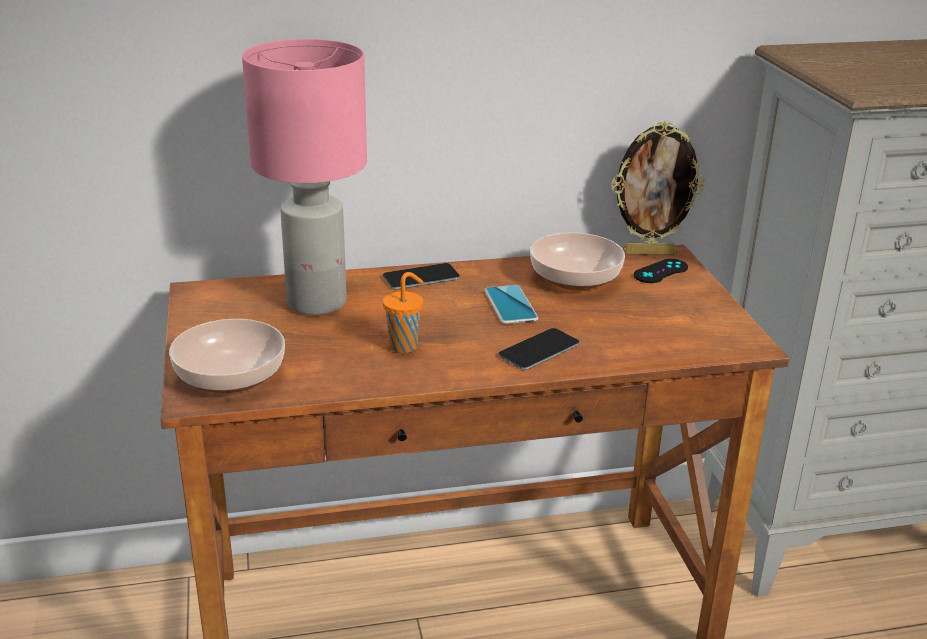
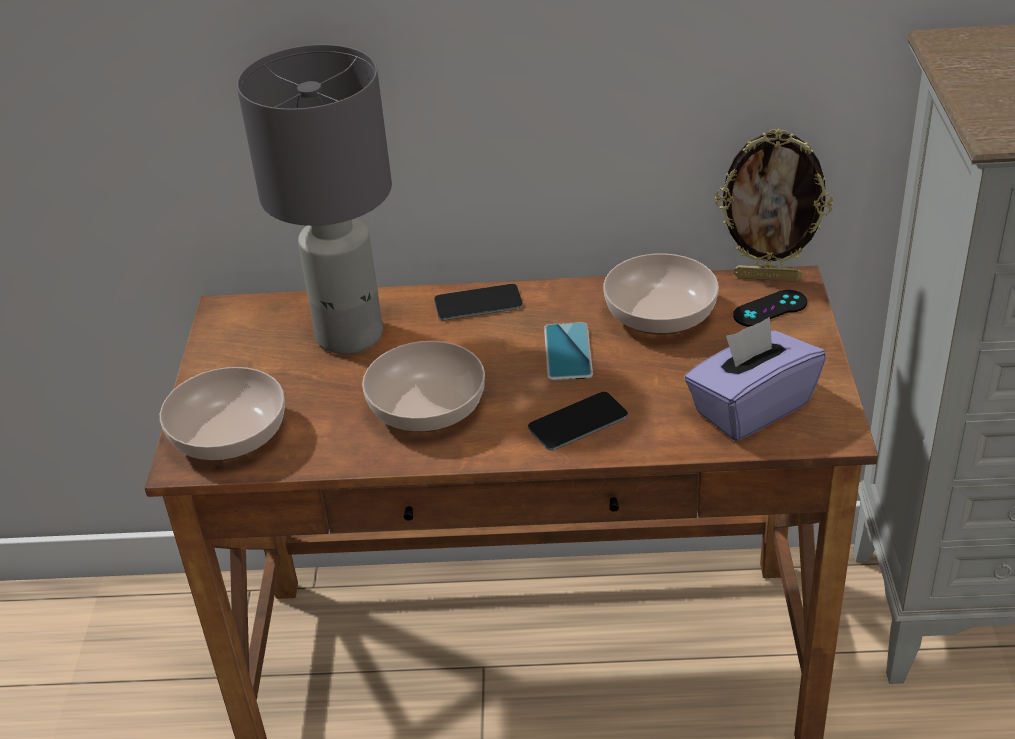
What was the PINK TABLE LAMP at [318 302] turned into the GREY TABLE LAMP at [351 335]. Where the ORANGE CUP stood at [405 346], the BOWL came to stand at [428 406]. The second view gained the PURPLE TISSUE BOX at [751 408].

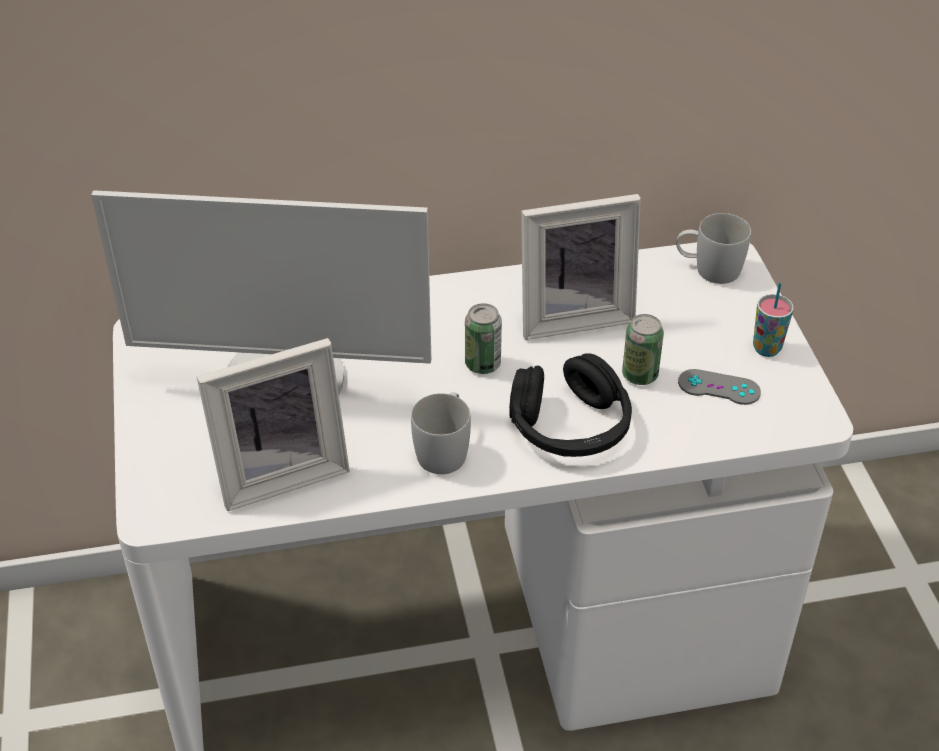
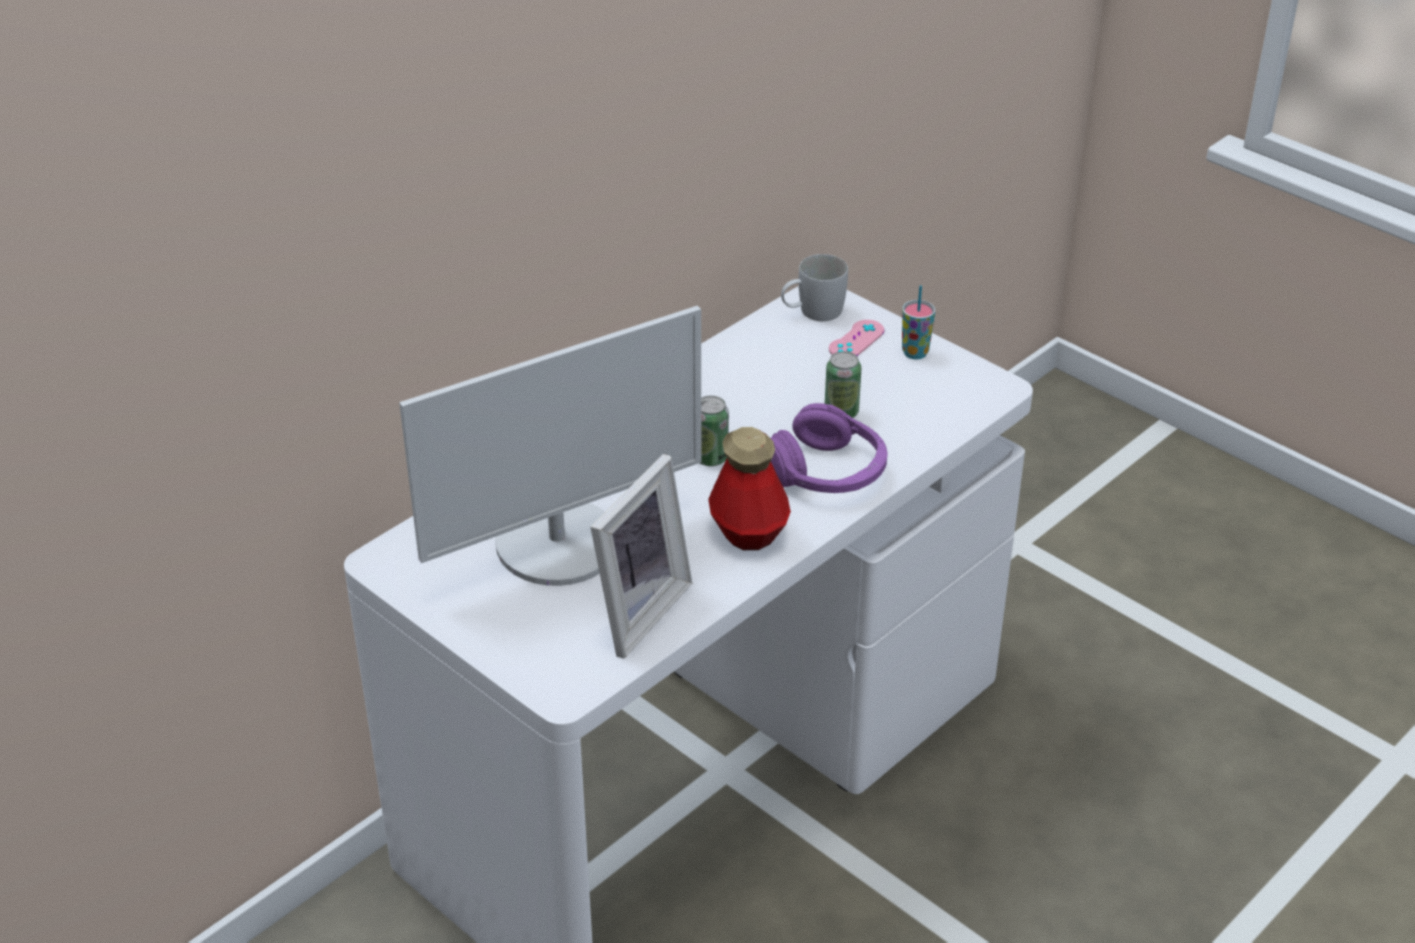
Where the WHITE MUG stood at [444 449], the BOTTLE came to stand at [748 532]. What was the BLACK HEADPHONES at [570 426] turned into the PURPLE HEADPHONES at [828 472]. The second view gained the PINK GAME CONTROLLER at [856 340]. The second view lost the PICTURE FRAME at [573 315]. The second view lost the GREY GAME CONTROLLER at [719 387].

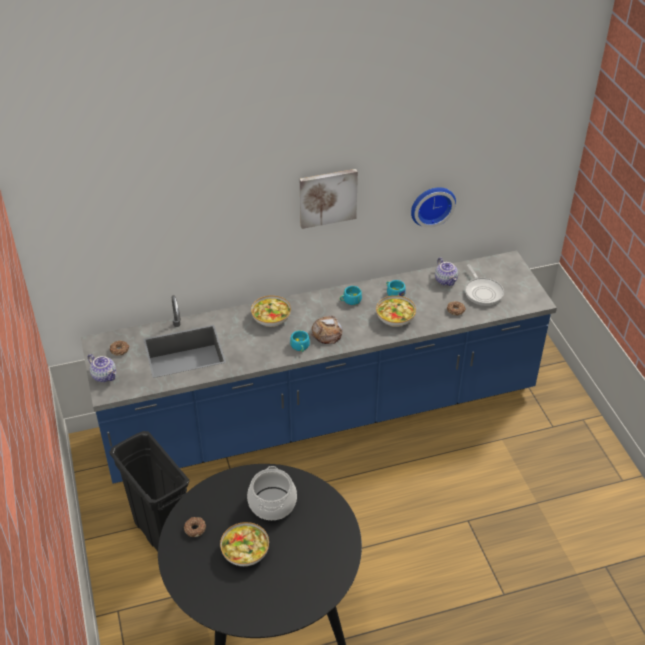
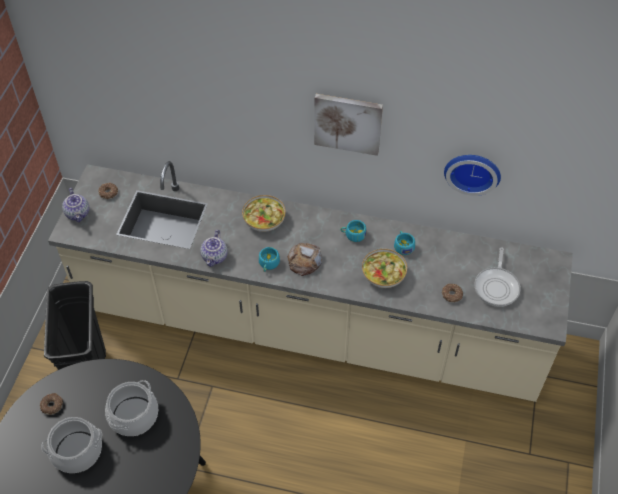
Where the BOWL stood at [245 550], the COOKING POT came to stand at [77 451]. What was the BLUE COUNTER at [322 415] turned into the BEIGE COUNTER at [309 327]. The TEAPOT ended up elsewhere, having gone from [446 280] to [215 257].

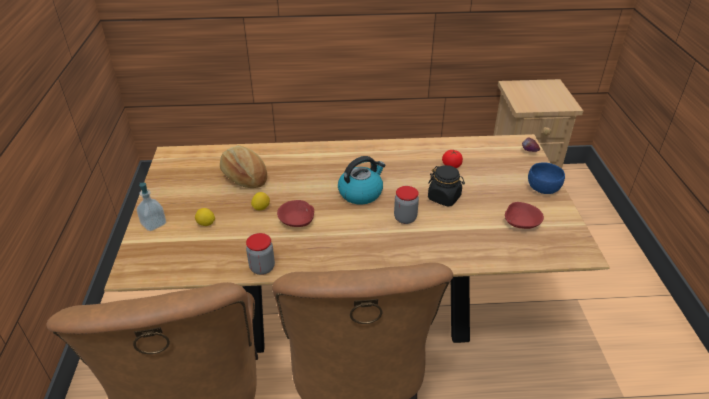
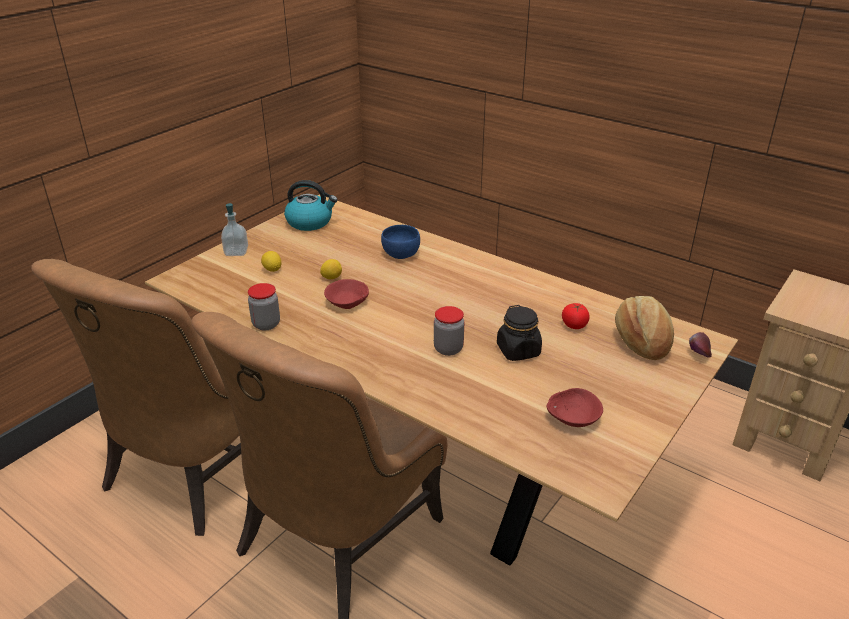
The KETTLE ended up elsewhere, having gone from [361 193] to [310 222]. The BLUE BOWL ended up elsewhere, having gone from [543 188] to [401 254]. The BREAD ended up elsewhere, having gone from [244 177] to [642 340].

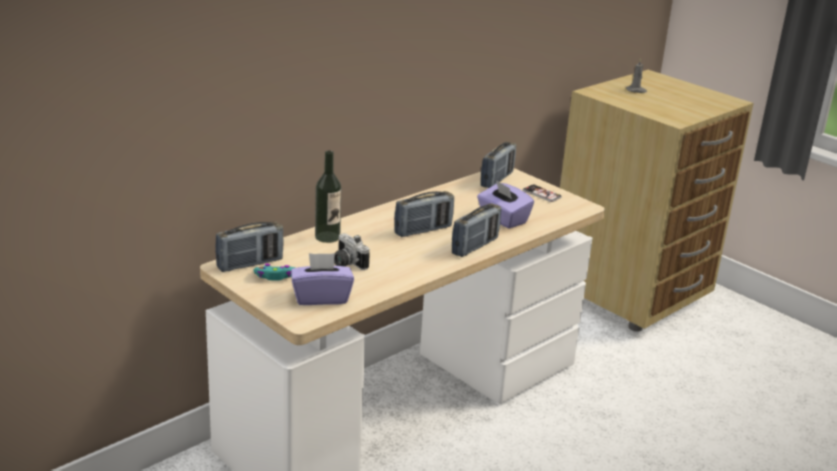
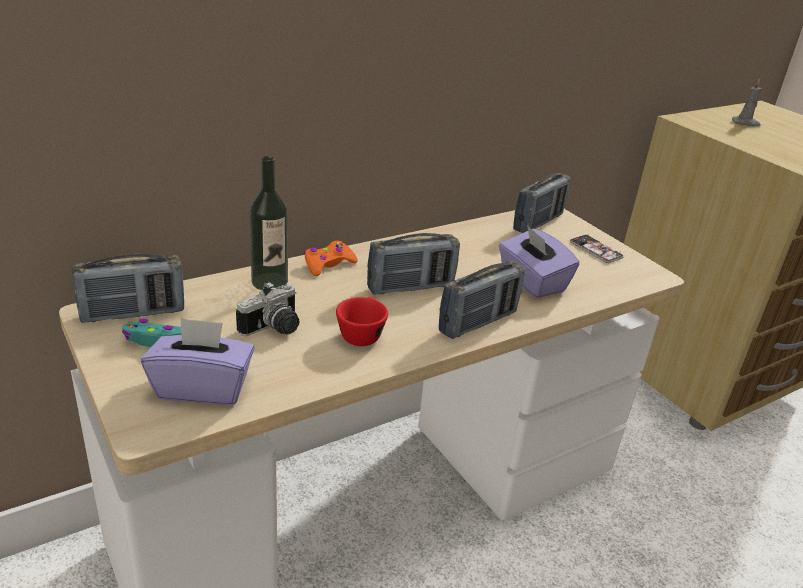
The PHOTO CAMERA at [346 263] ended up facing another way, 105 degrees counterclockwise from before. The second view gained the ORANGE GAME CONTROLLER at [328 264]. The second view gained the RED CUP at [361 333].

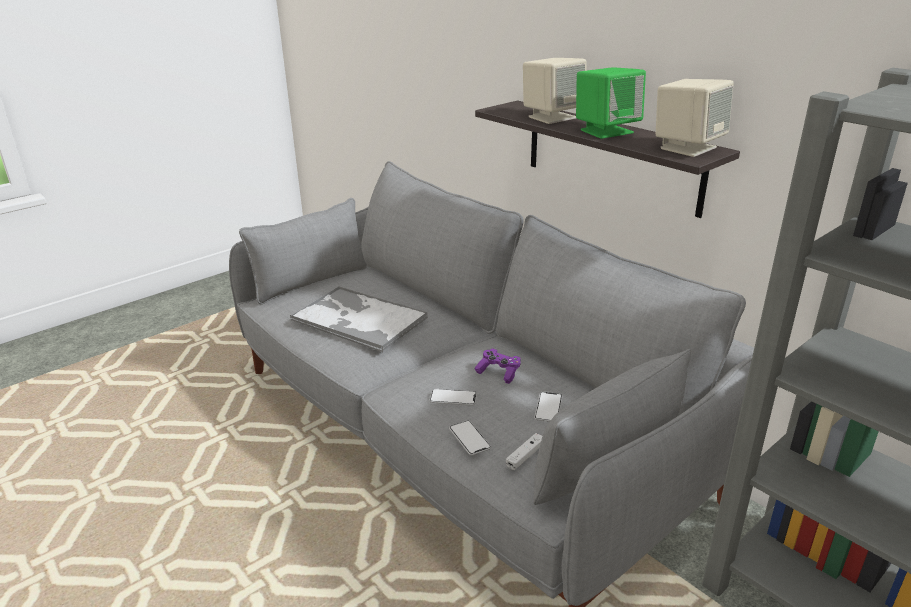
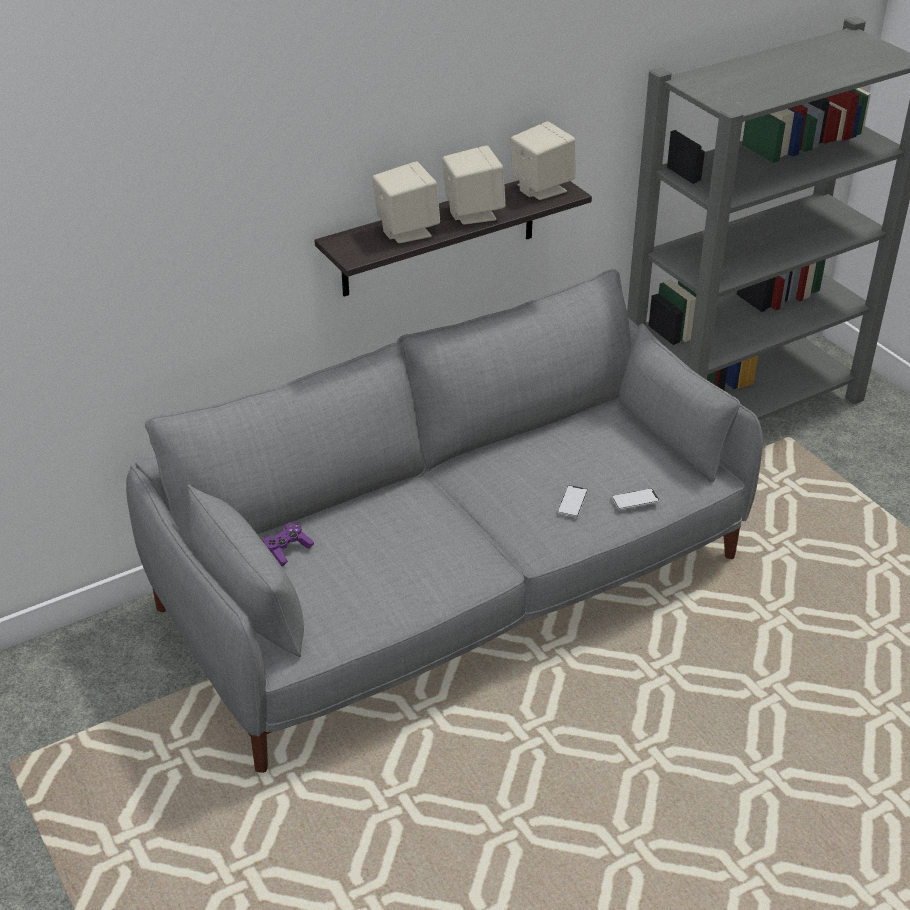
The PURPLE GAME CONTROLLER ended up elsewhere, having gone from [498 372] to [287 550]. What was the GREEN SPEAKER at [606 131] turned into the BEIGE SPEAKER at [472 213]. The second view lost the TRAY at [358 319]. The second view lost the WHITE GAME CONTROLLER at [525 456]. The second view lost the PHONE at [548 408].

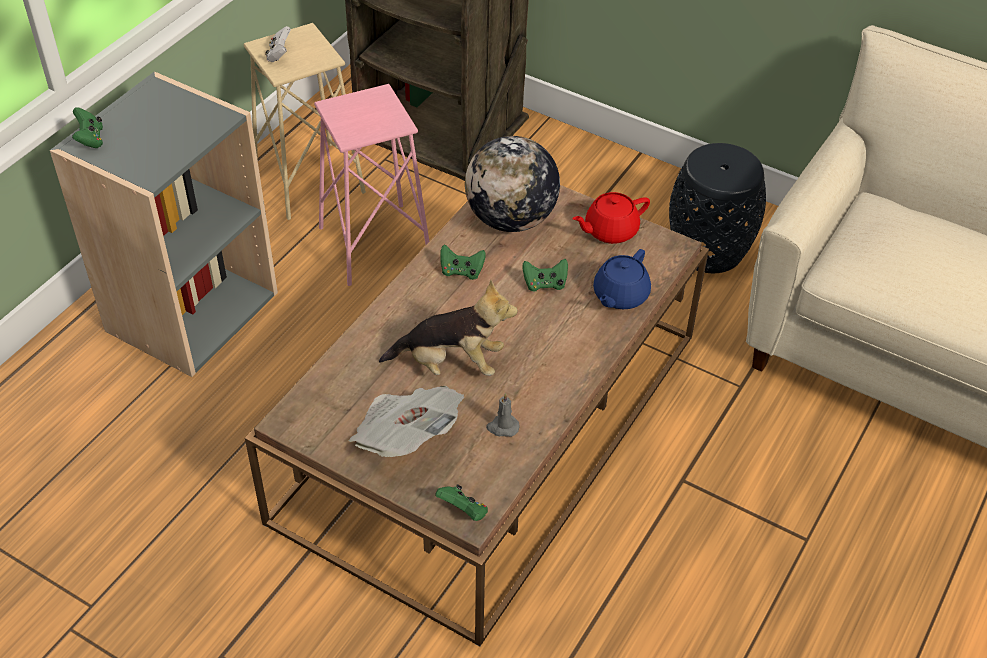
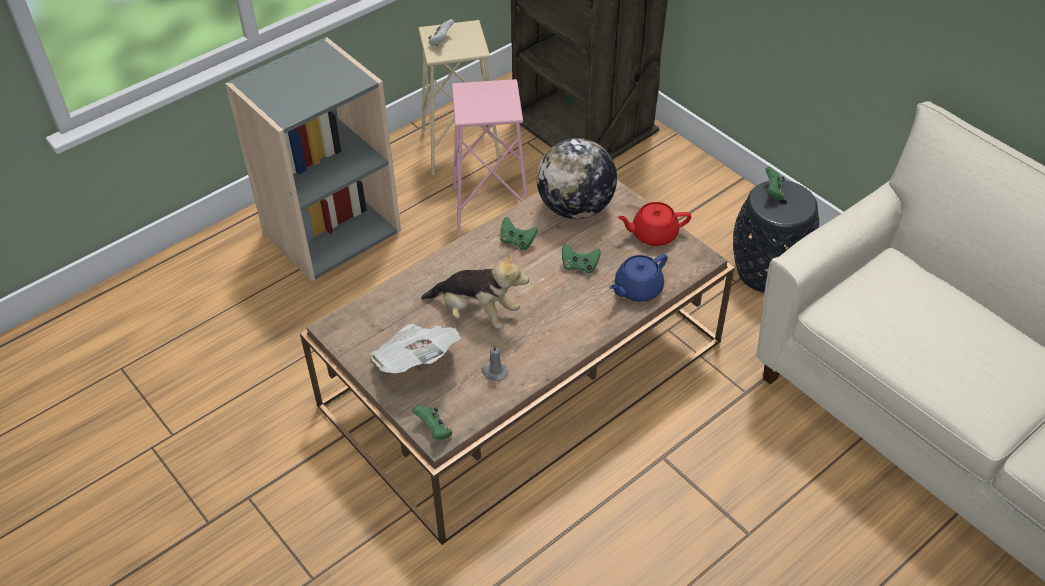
The GREEN GAME CONTROLLER ended up elsewhere, having gone from [90 139] to [773 192].

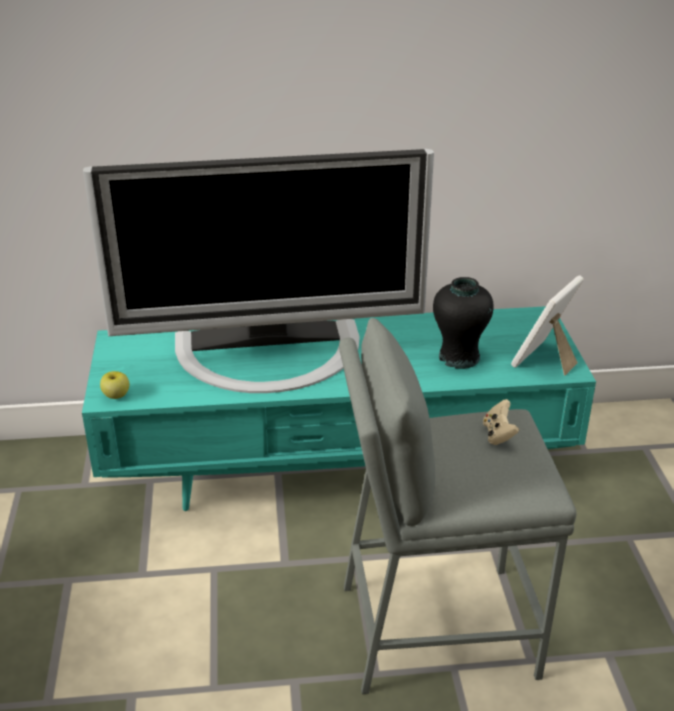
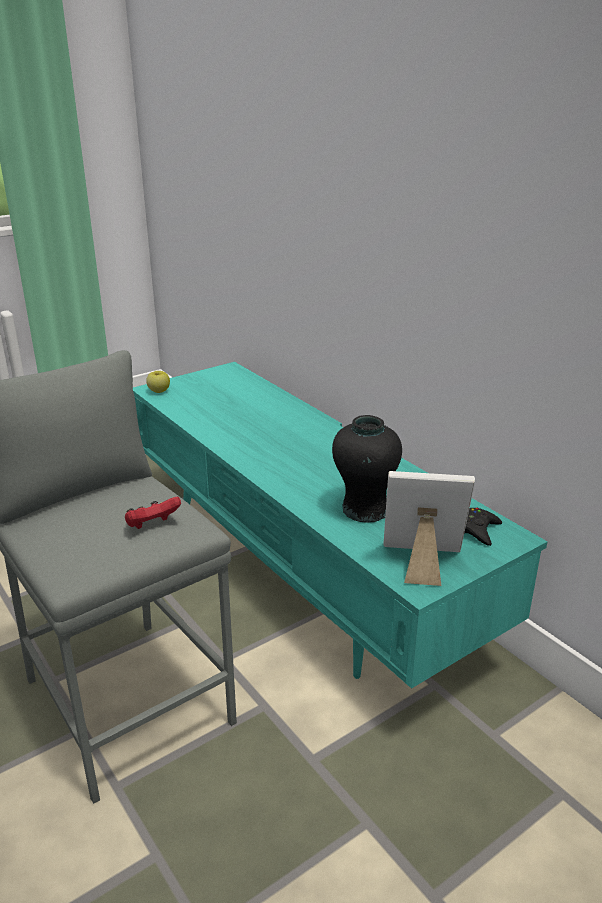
What was the BEIGE GAME CONTROLLER at [498 434] turned into the RED GAME CONTROLLER at [152 525]. The second view gained the BLACK GAME CONTROLLER at [478 530]. The second view lost the TELEVISION at [269 355].

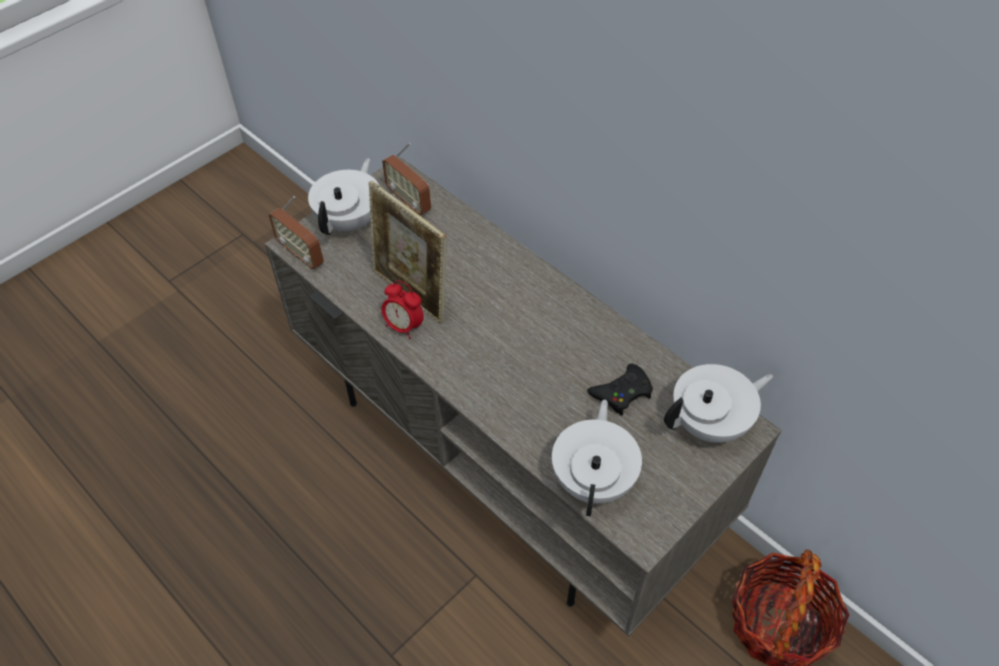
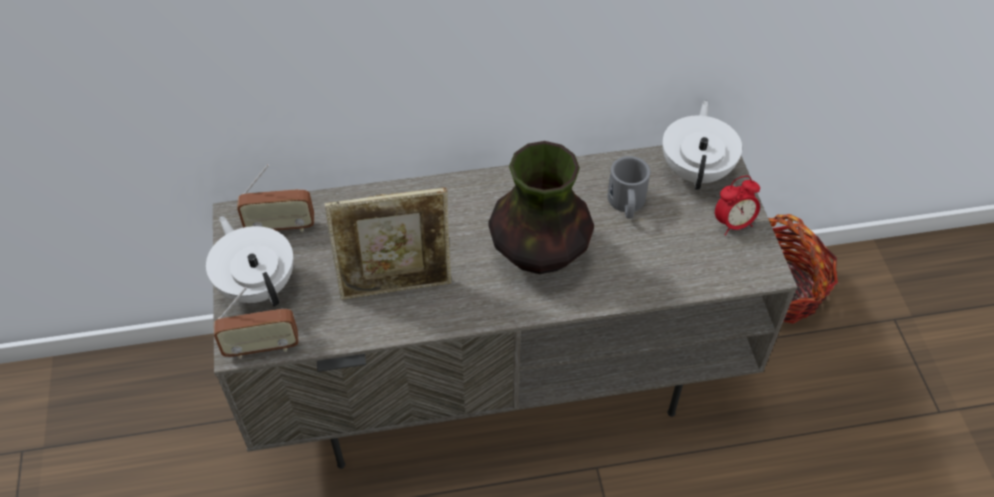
The second view gained the VASE at [539 252]. Where the BLACK GAME CONTROLLER stood at [622 392], the GREY MUG came to stand at [626 204]. The ALARM CLOCK ended up elsewhere, having gone from [404 326] to [733 224]. The second view lost the WHITE TEAPOT at [594 479].

